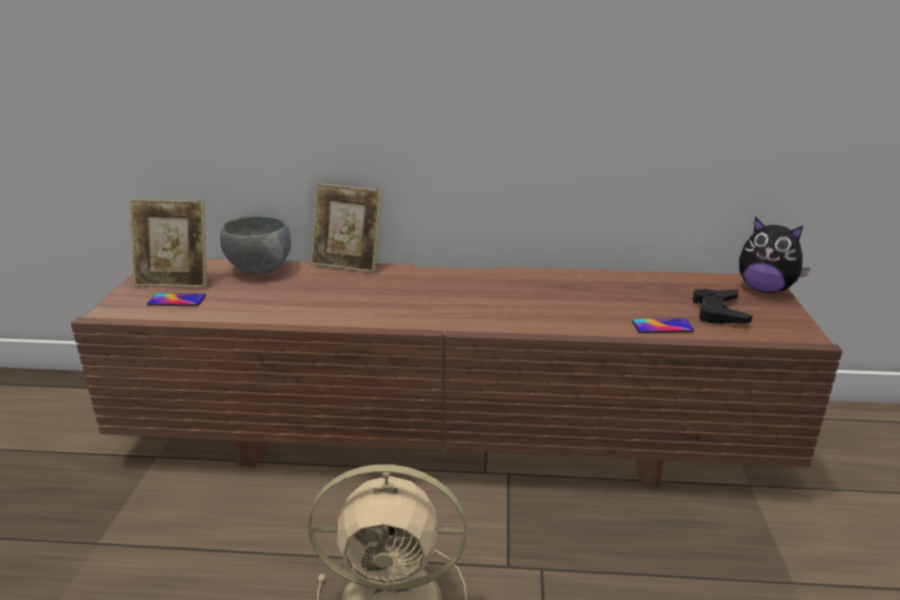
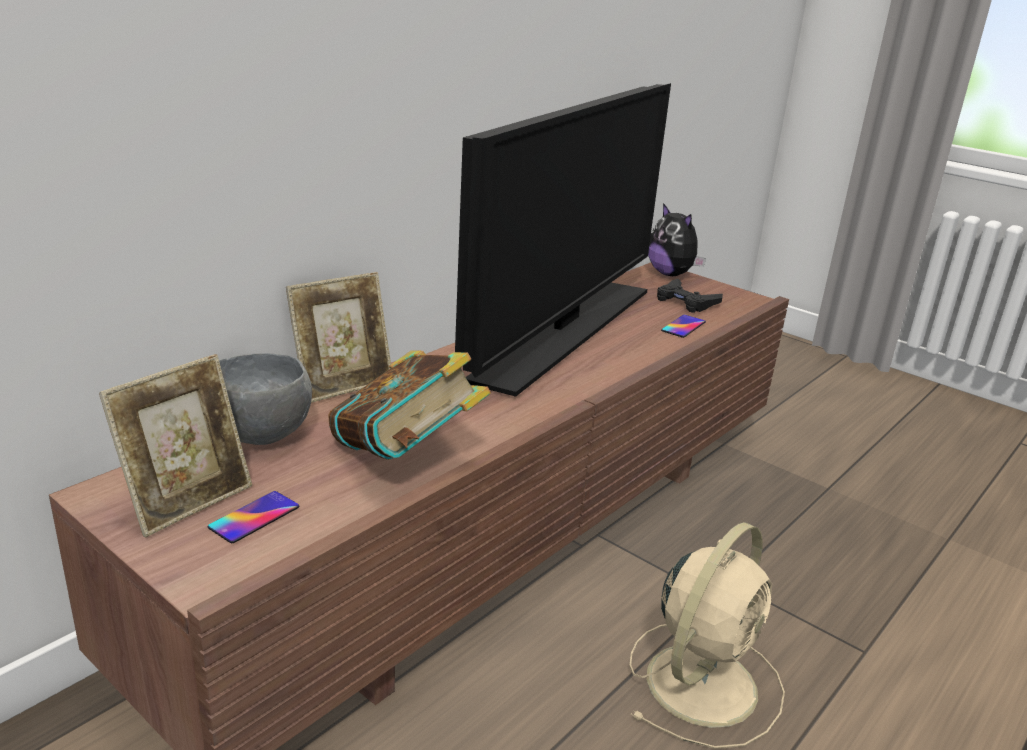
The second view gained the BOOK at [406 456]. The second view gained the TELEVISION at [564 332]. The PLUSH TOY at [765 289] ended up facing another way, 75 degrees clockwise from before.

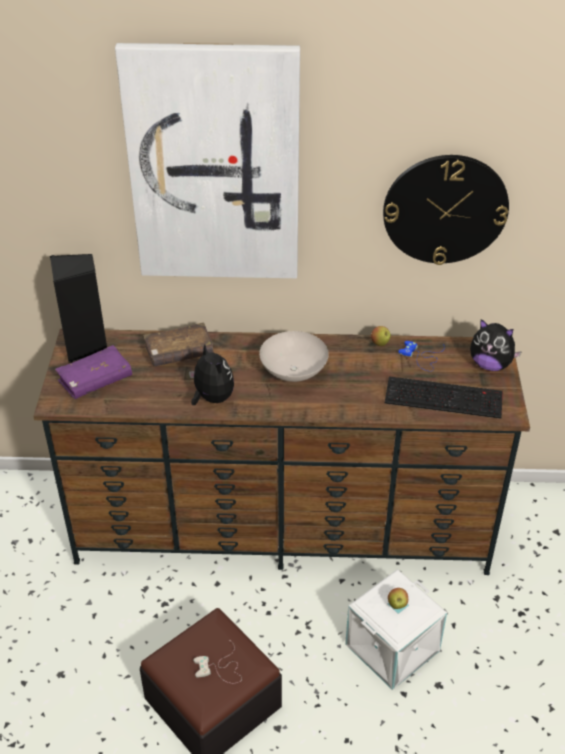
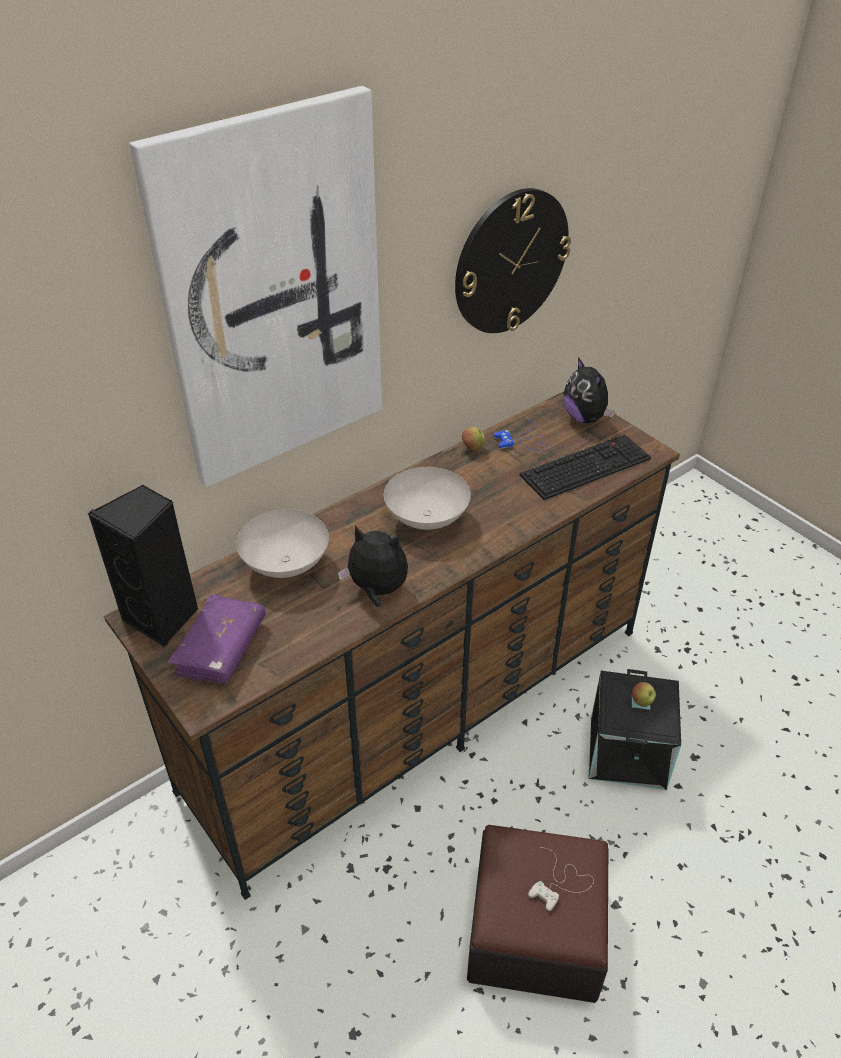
Where the BROWN BOOK stood at [179 353], the WHITE BOWL came to stand at [284 564]. The PLUSH TOY at [490 364] ended up facing another way, 75 degrees clockwise from before. What was the WHITE STORAGE BOX at [393 649] turned into the BLACK STORAGE BOX at [629 752].

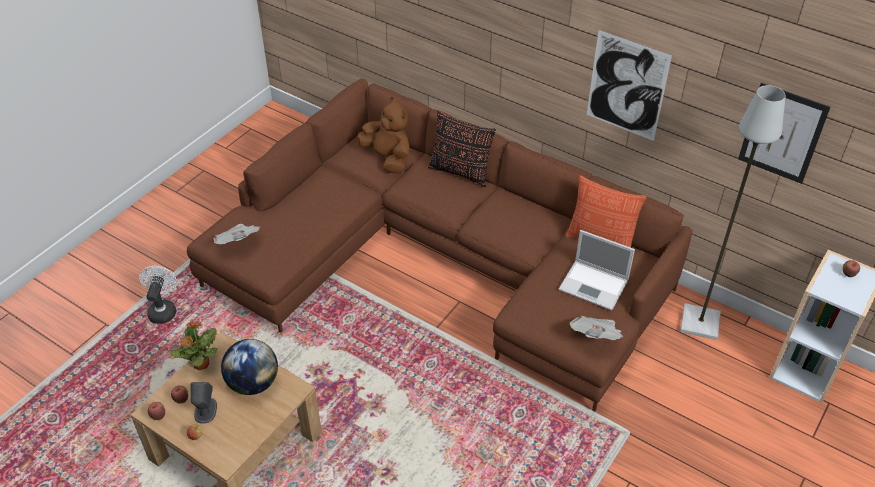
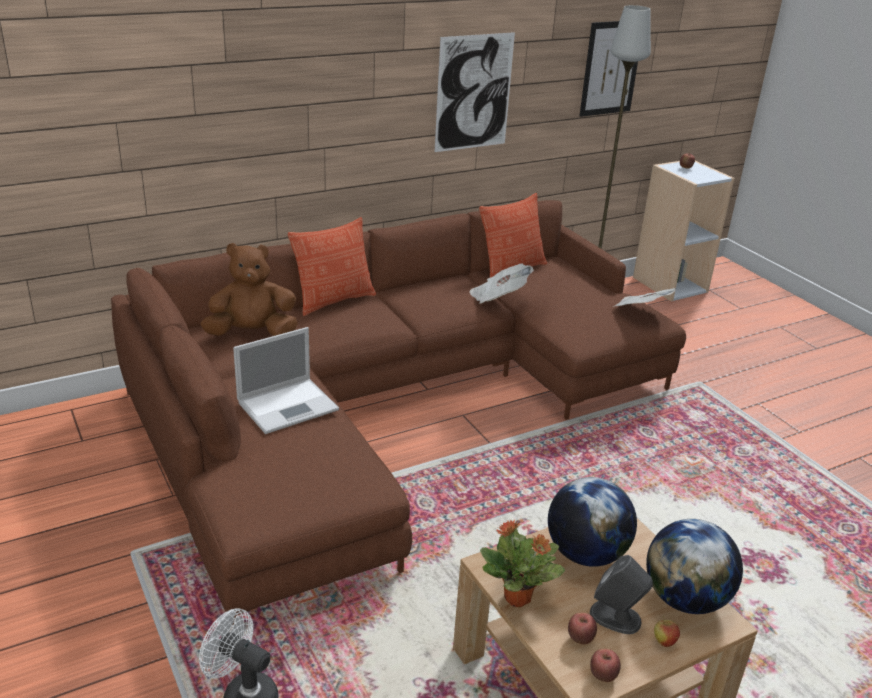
The LAPTOP ended up elsewhere, having gone from [594 285] to [289 405]. What was the BLACK PILLOW at [460 172] turned into the ORANGE PILLOW at [334 301]. The NEWSPAPER ended up elsewhere, having gone from [238 242] to [498 297]. The second view gained the GLOBE at [685 599].

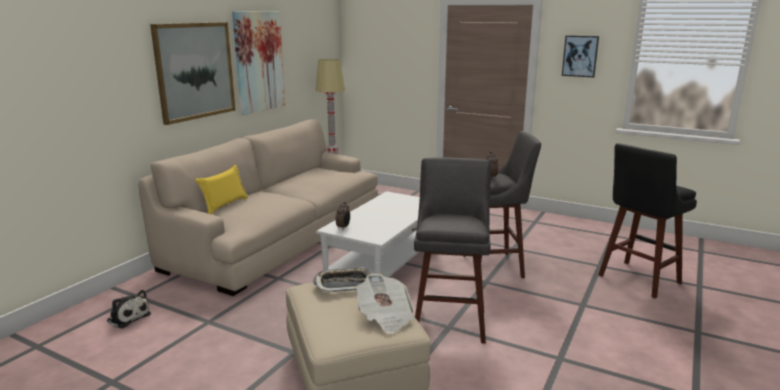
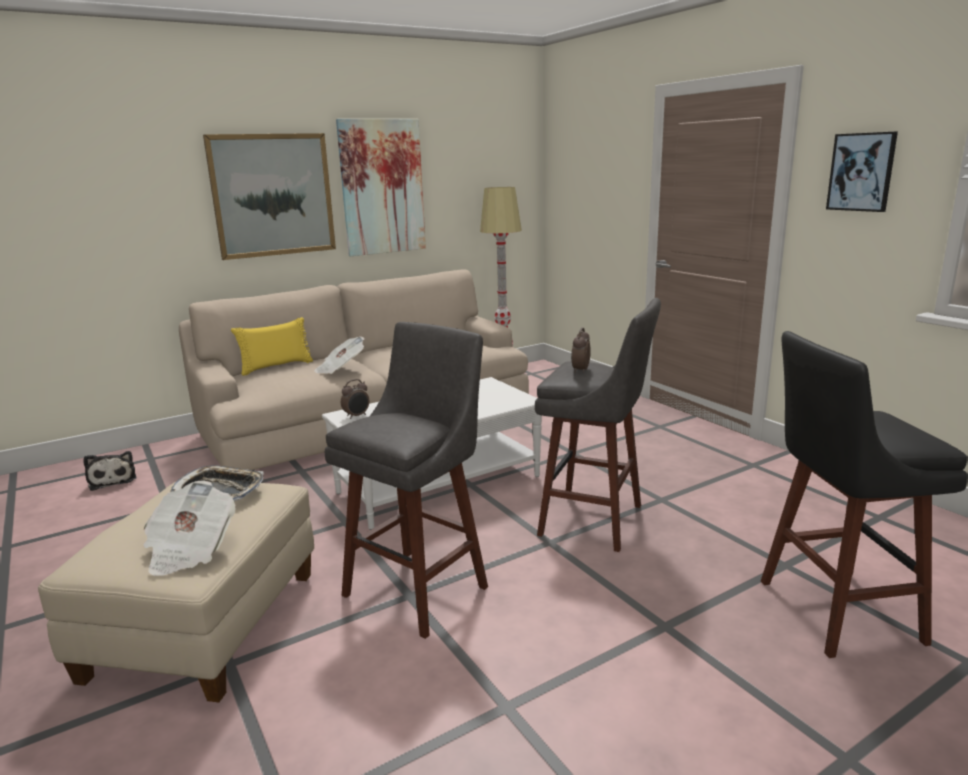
The second view gained the NEWSPAPER at [340 369].

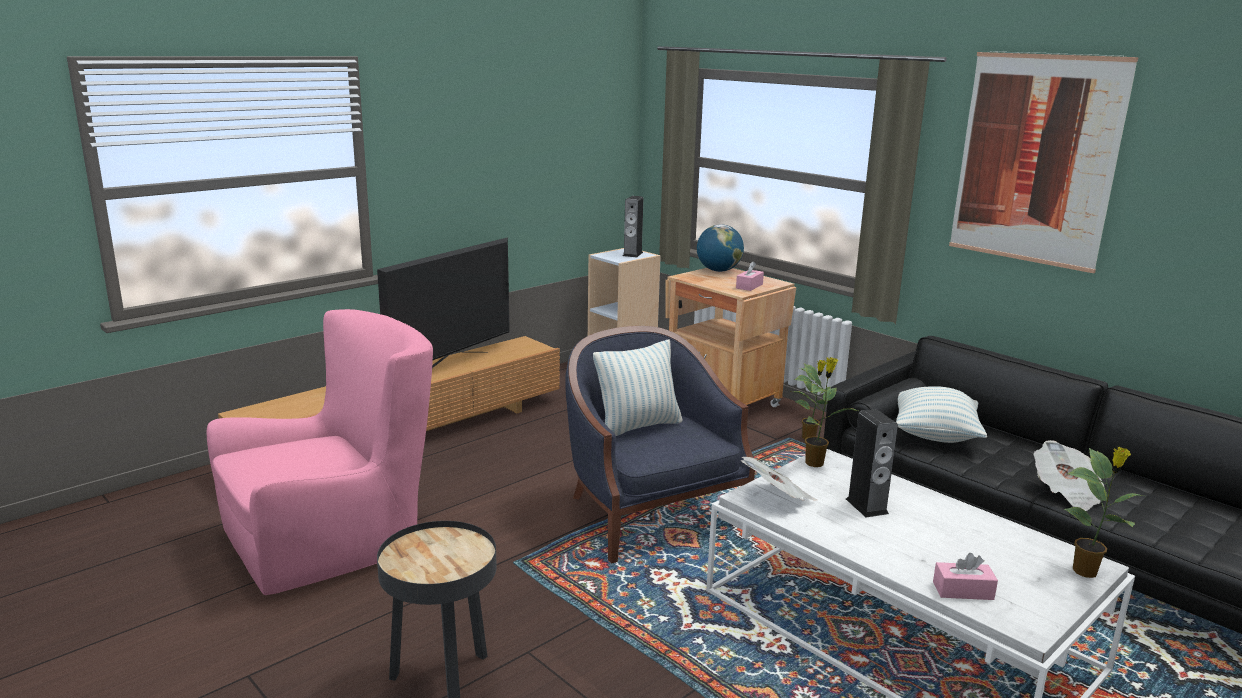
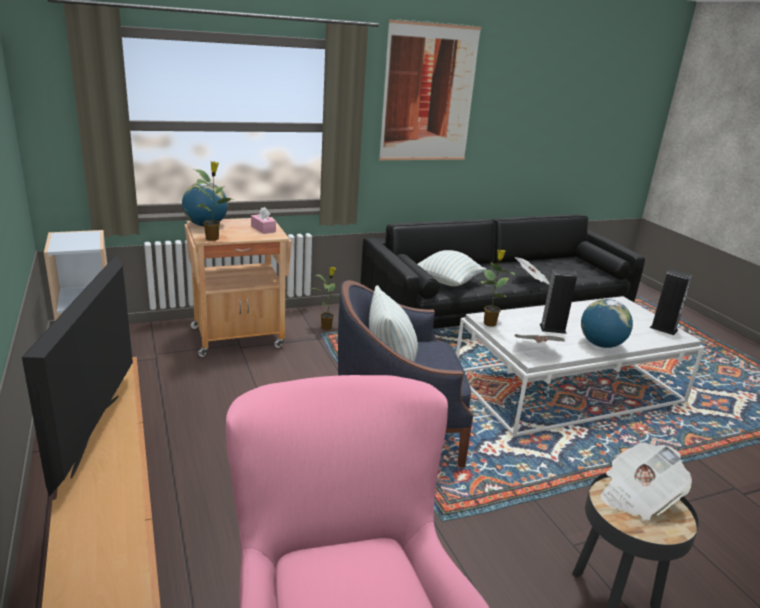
The TELEVISION at [451 365] ended up facing another way, 150 degrees counterclockwise from before. The POTTED PLANT ended up elsewhere, having gone from [1087 572] to [213 238]. The second view gained the GLOBE at [601 345]. The second view gained the NEWSPAPER at [637 496]. The SPEAKER ended up elsewhere, having gone from [632 254] to [663 328]. The second view lost the PINK TISSUE BOX at [963 590].

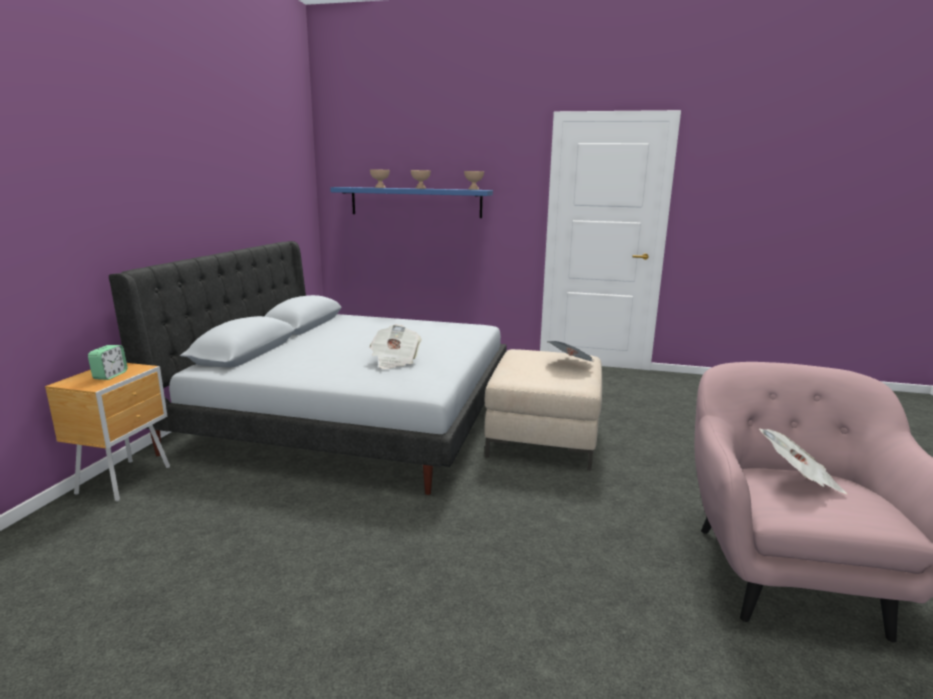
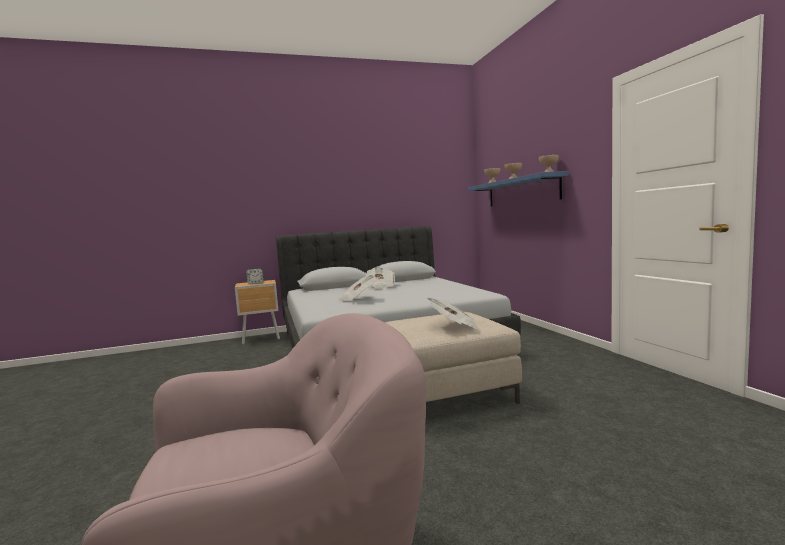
The NEWSPAPER ended up elsewhere, having gone from [798 479] to [380 286].

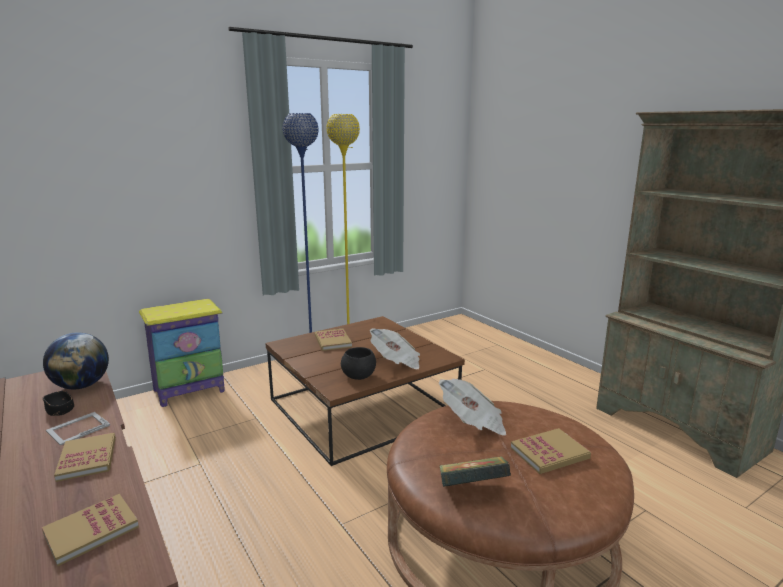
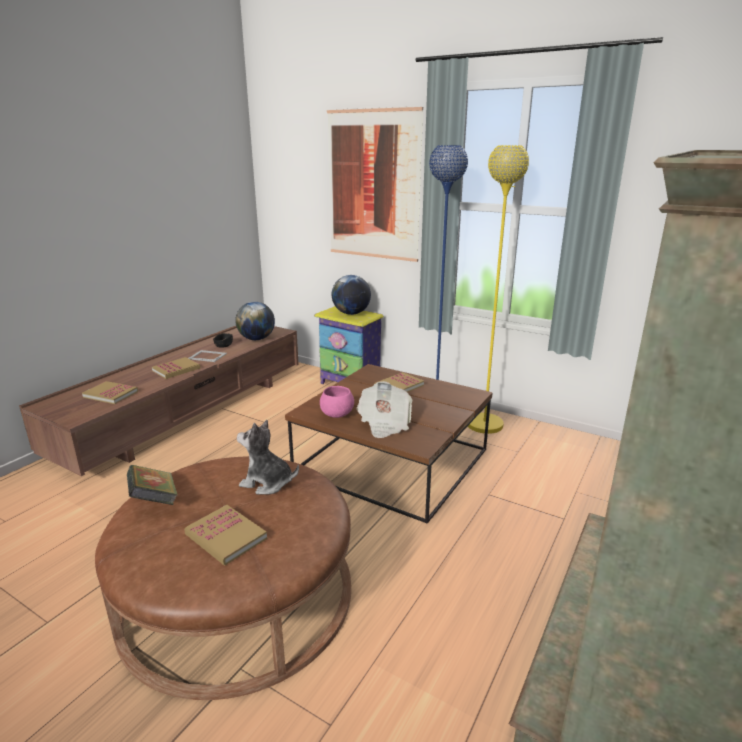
Where the NEWSPAPER stood at [473 423], the PLUSH TOY came to stand at [267 483]. What was the BLACK BOWL at [358 376] turned into the PINK BOWL at [336 414]. The second view gained the PICTURE at [373 185]. The second view gained the GLOBE at [351 313].

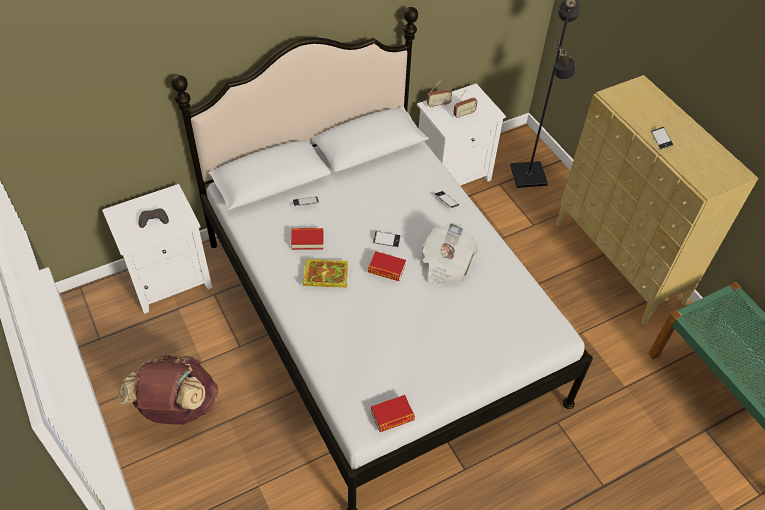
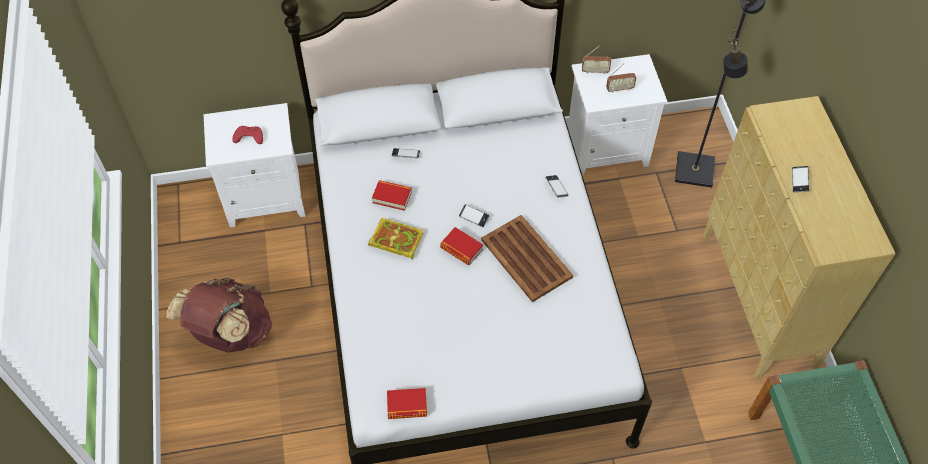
What was the GREY GAME CONTROLLER at [153 220] turned into the RED GAME CONTROLLER at [249 137]. Where the NEWSPAPER stood at [446 264], the BROWN TRAY came to stand at [526 259].

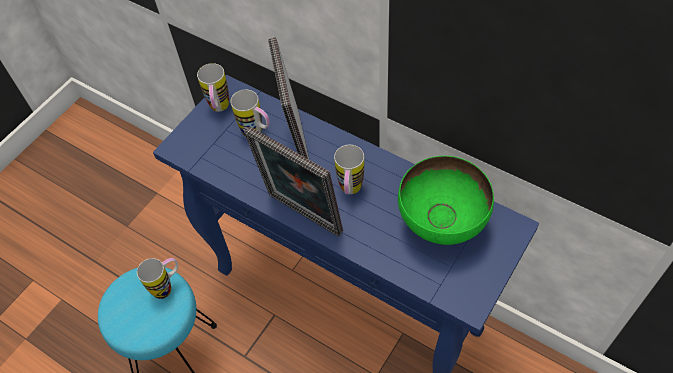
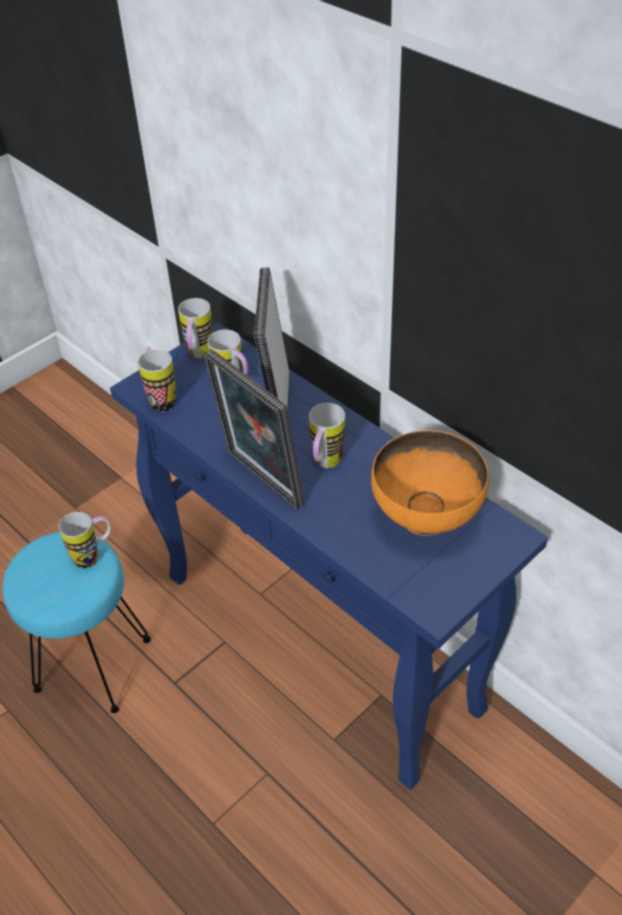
The second view gained the MUG at [160 398]. What was the GREEN BOWL at [442 224] turned into the ORANGE BOWL at [426 518].

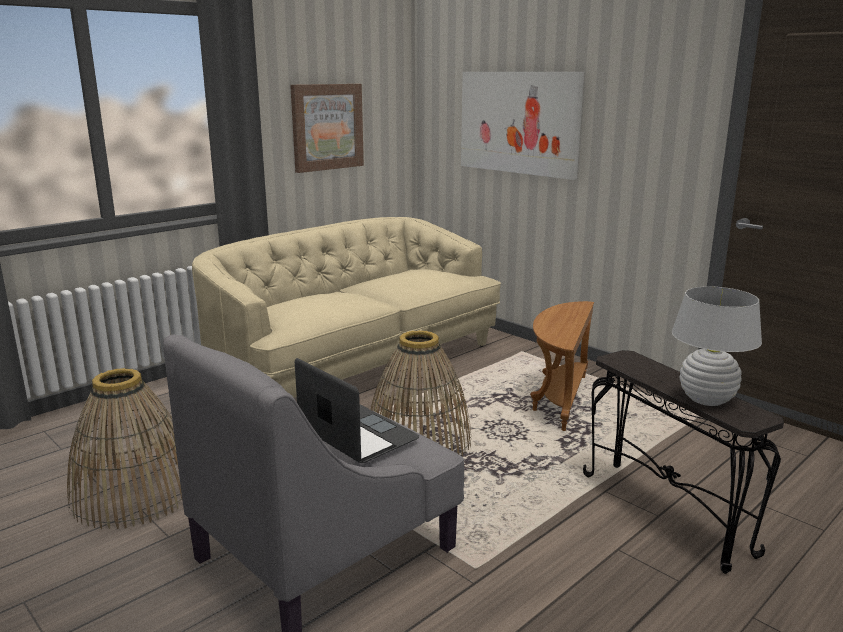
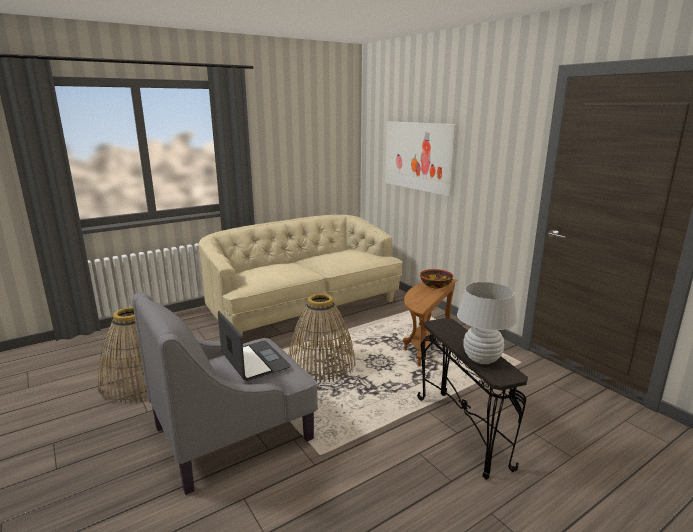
The second view gained the BOWL at [436 285]. The second view lost the PICTURE at [327 127].

